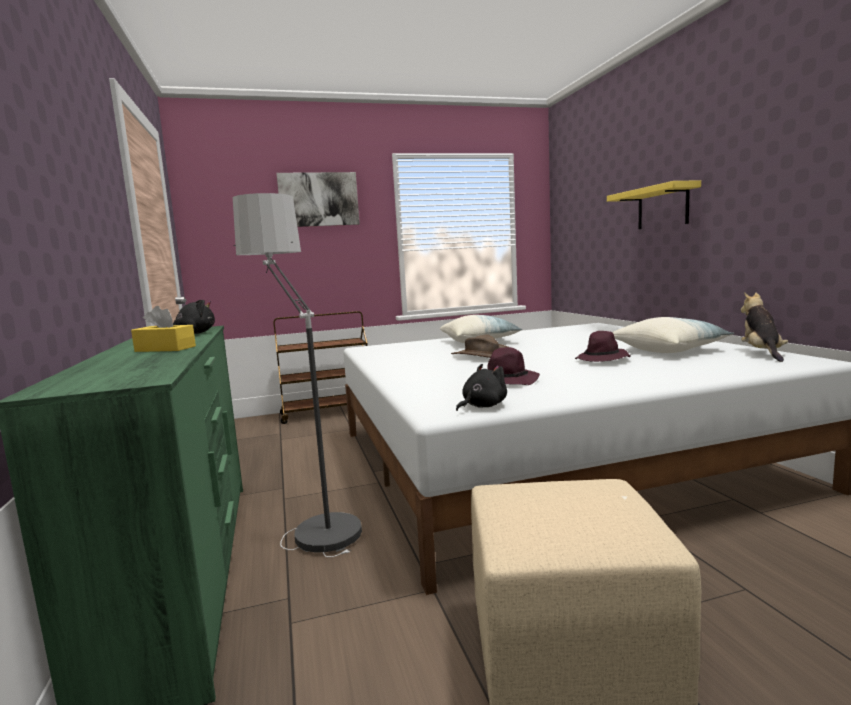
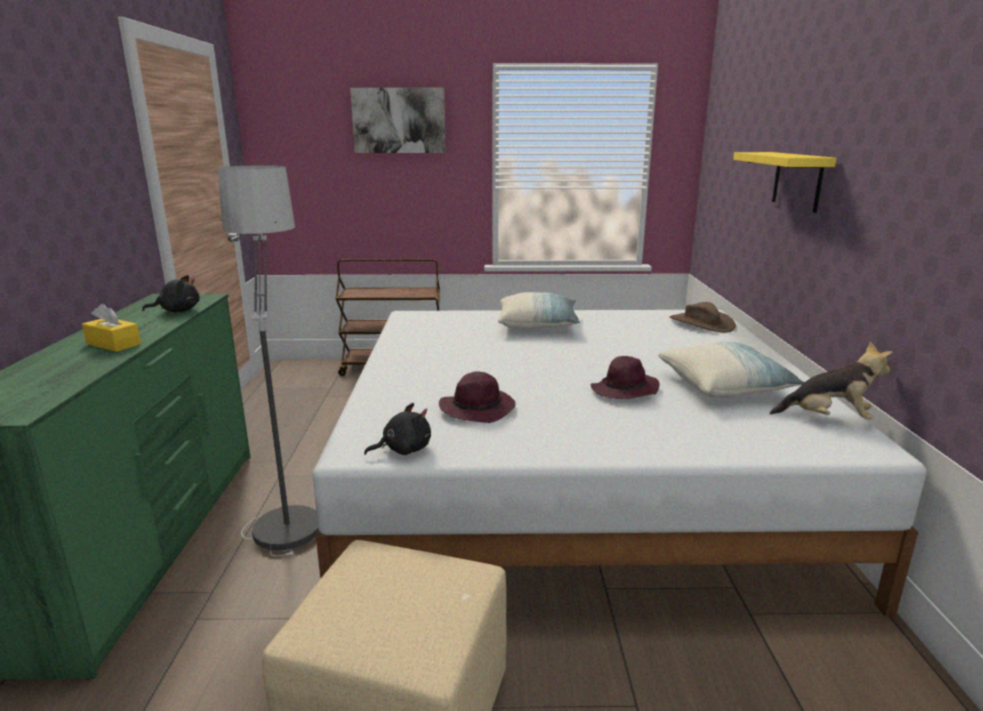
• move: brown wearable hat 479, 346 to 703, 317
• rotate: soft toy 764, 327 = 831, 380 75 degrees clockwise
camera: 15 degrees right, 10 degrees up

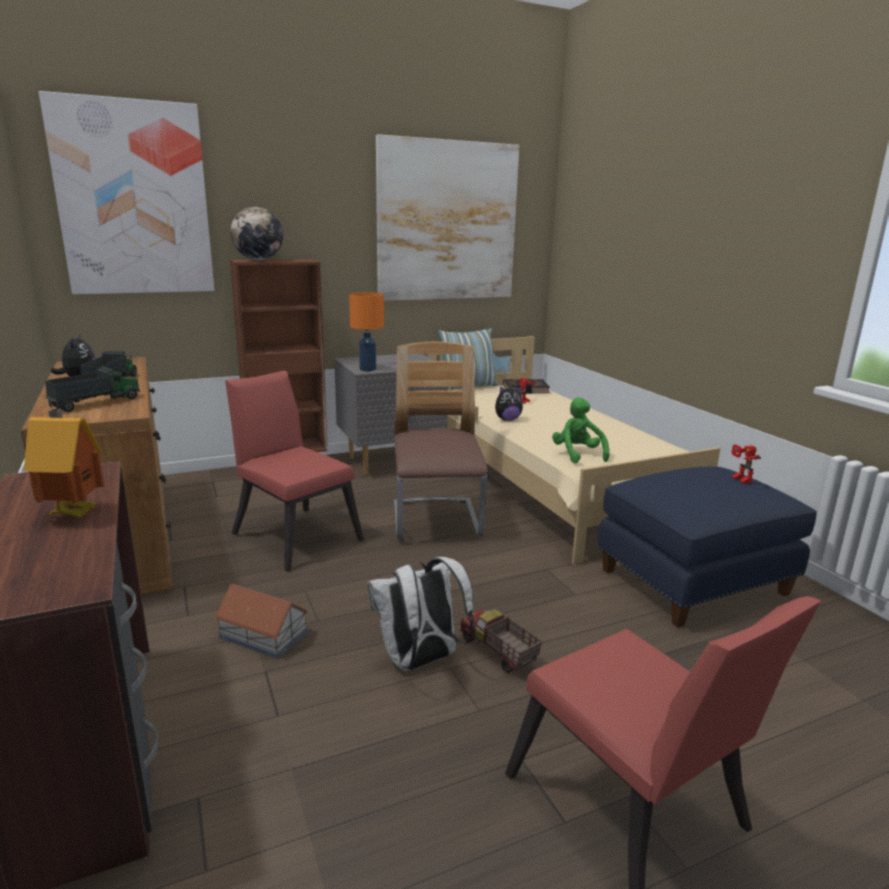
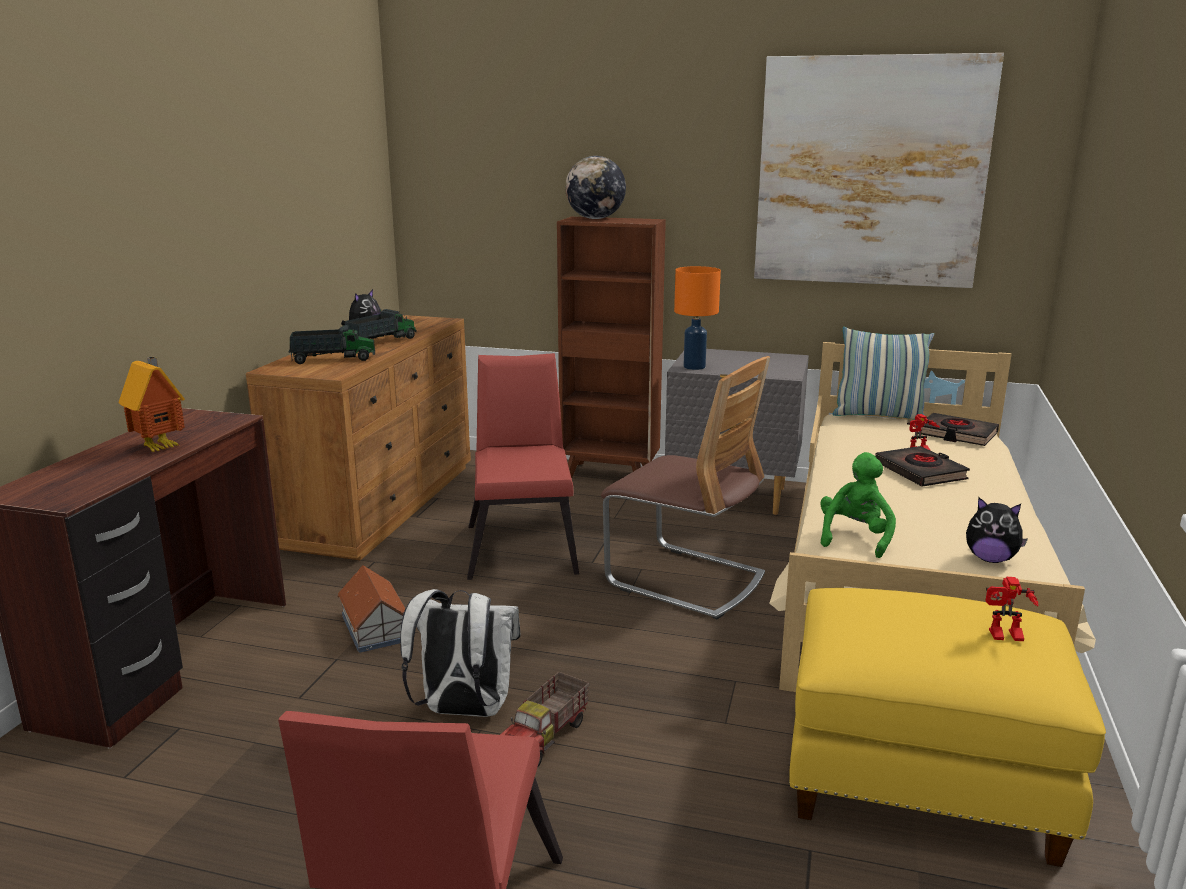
• delete: picture 127, 193
• insert: blackish volume 922, 466
• move: soft toy 509, 403 to 997, 530
• recolor: bluish ottoman 707, 547 to yellowish ottoman 947, 727
• rotate: plain chair 441, 440 = 685, 487 90 degrees clockwise
• rotate: model truck 501, 641 = 544, 720 150 degrees counterclockwise
• rotate: robot figure 746, 463 = 1012, 609 105 degrees counterclockwise
camera: 40 degrees right, 0 degrees up

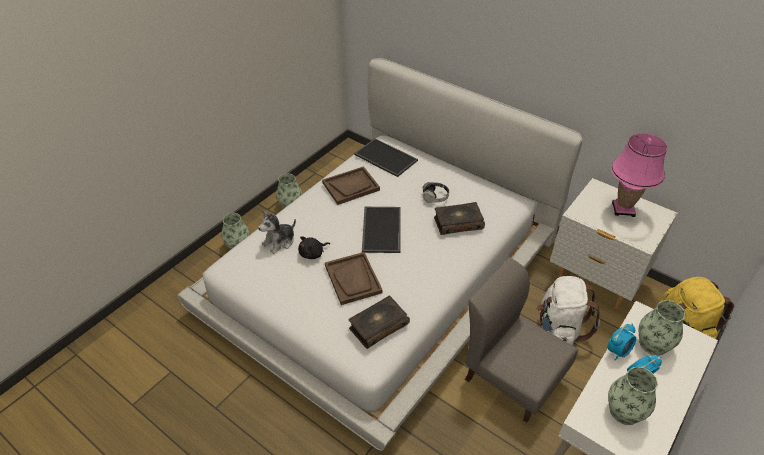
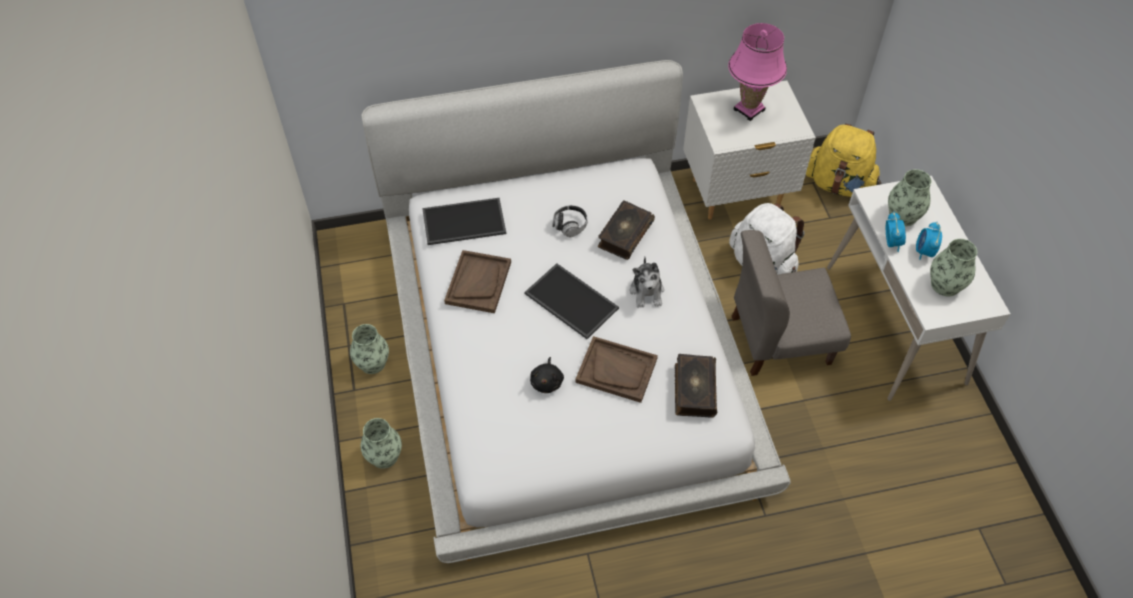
• move: soft toy 277, 232 to 647, 282
camera: 50 degrees left, 10 degrees up

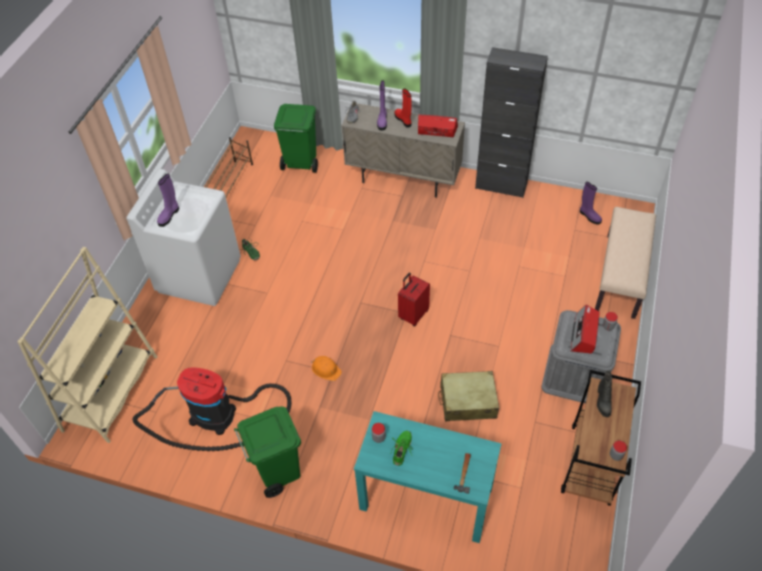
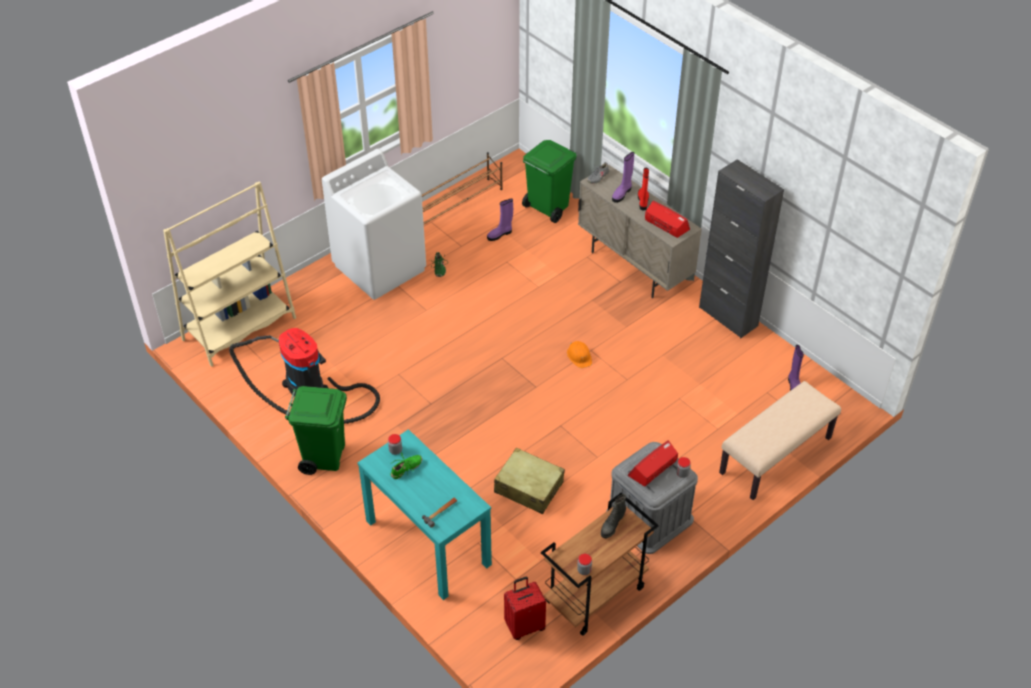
• move: purple tall boot 168, 200 to 500, 220
• move: orange-coloured hard hat 326, 368 to 579, 354
• move: red travel case 414, 299 to 525, 608
camera: 30 degrees right, 5 degrees down

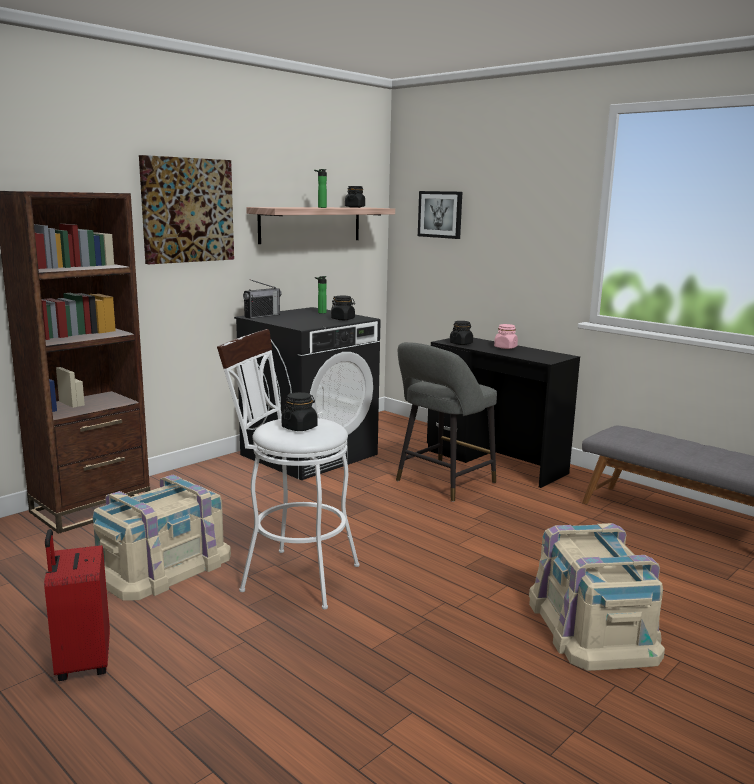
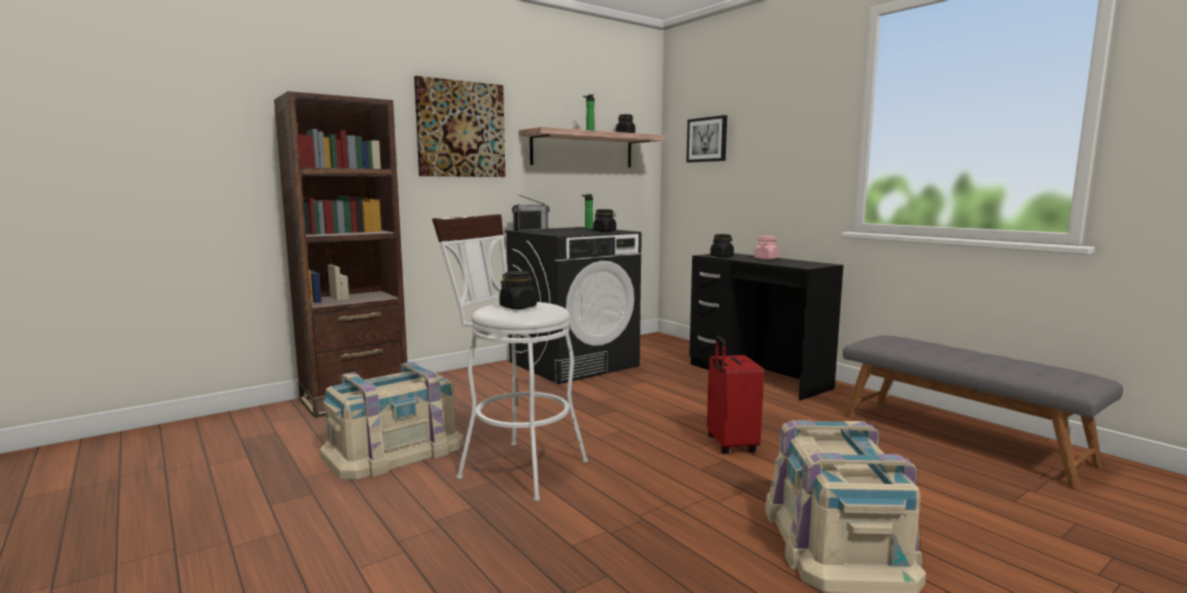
• delete: greyish stool seat 446, 422
• move: red travel case 77, 605 to 735, 395
camera: 10 degrees right, 5 degrees down

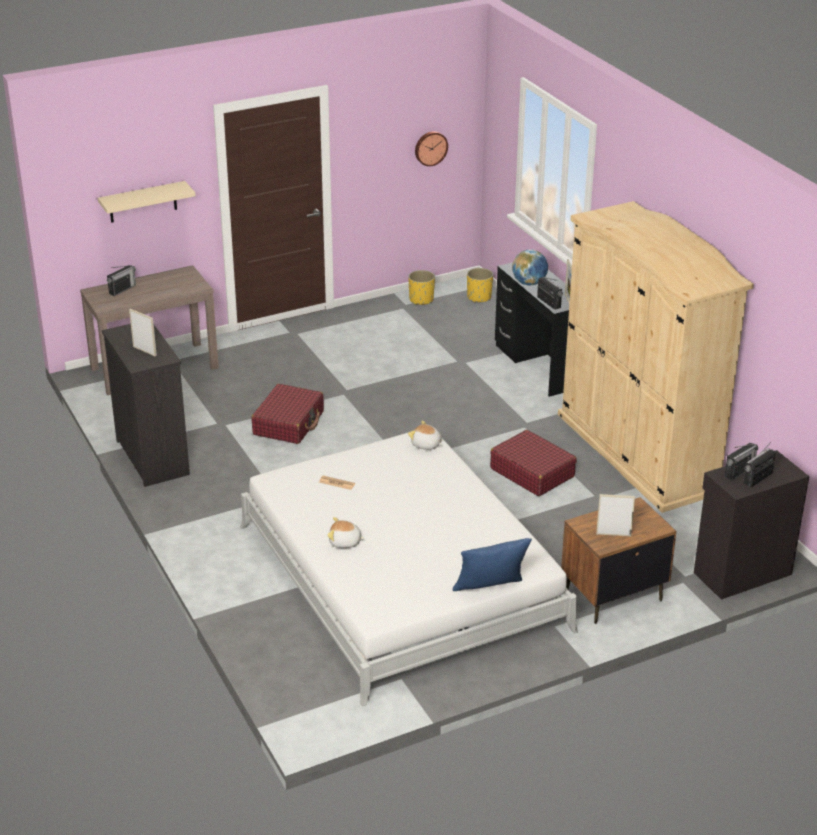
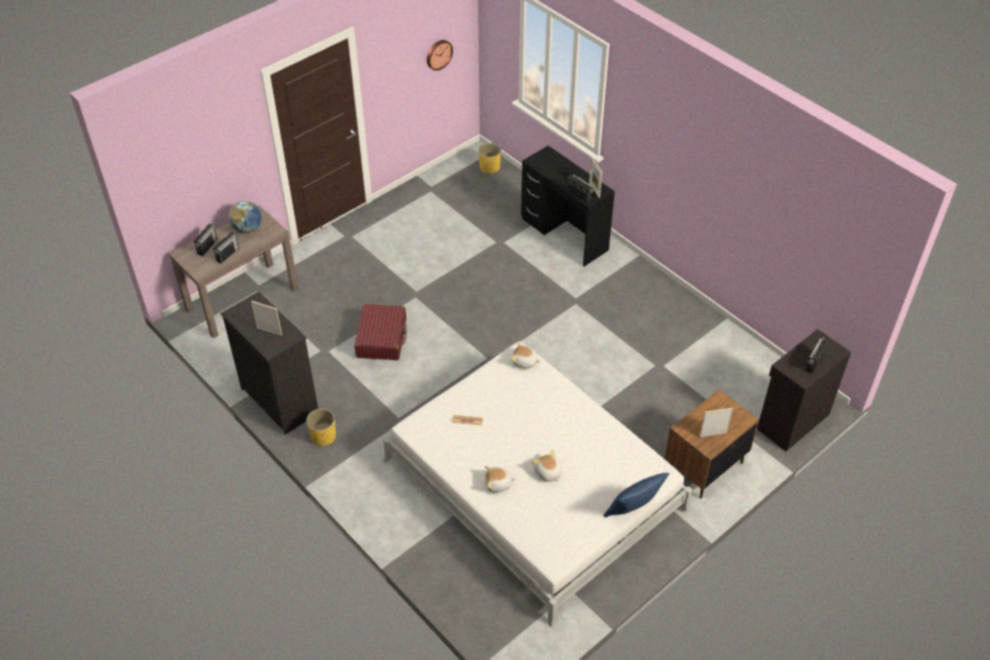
• delete: sand-coloured shelf 146, 202
• delete: red travel case 533, 463
• delete: sand-coloured armoire 656, 357
• insert: soft toy 547, 466
• move: yellowish flower pot 421, 287 to 321, 427
• move: world globe 530, 267 to 245, 217
• move: radio set 741, 462 to 226, 248
camera: 15 degrees left, 15 degrees up

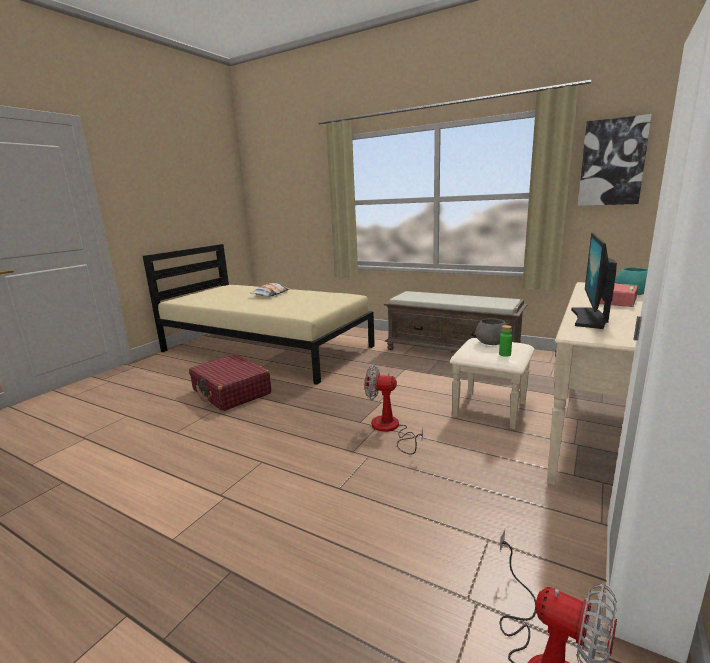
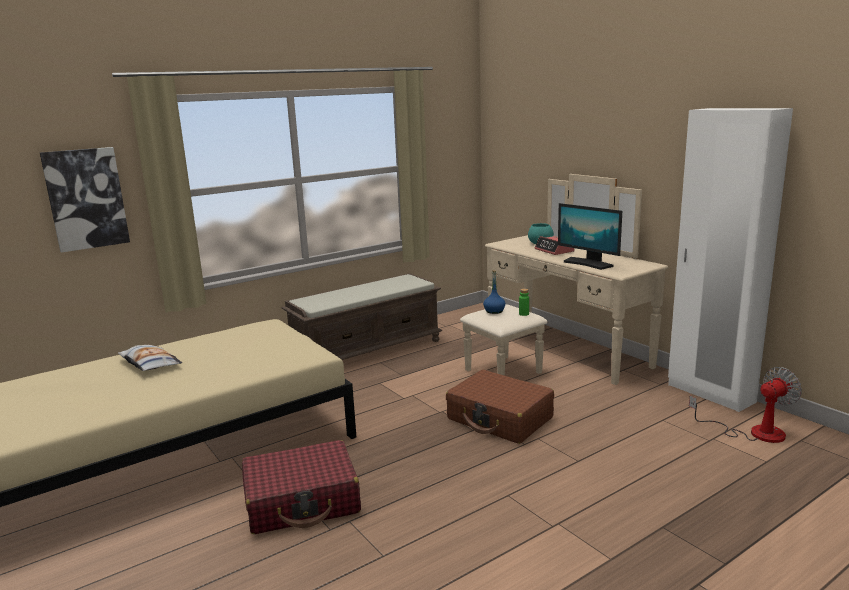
• move: picture 615, 160 to 85, 200
• replace: fan 394, 410 to brown travel case 500, 407
• replace: greyish deep dish 491, 331 to bluish bottle 494, 292
camera: 65 degrees left, 0 degrees up

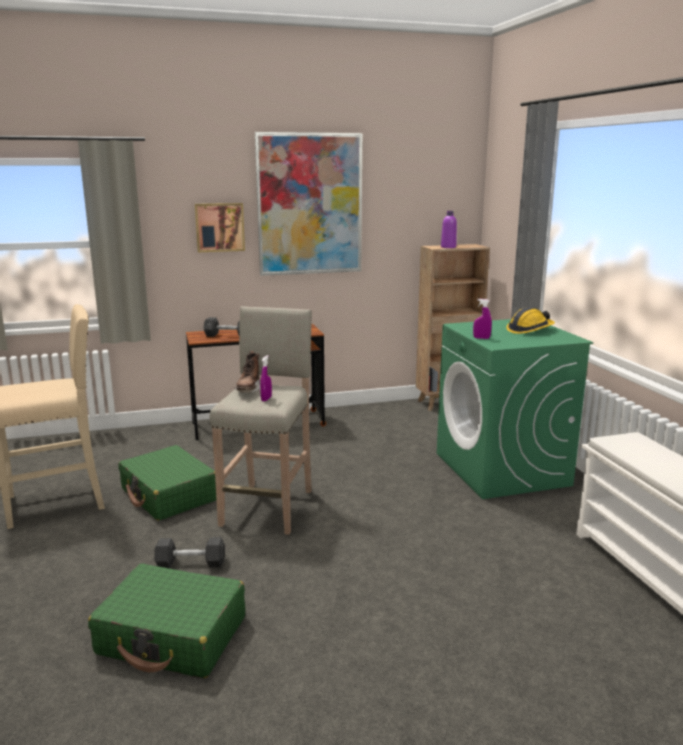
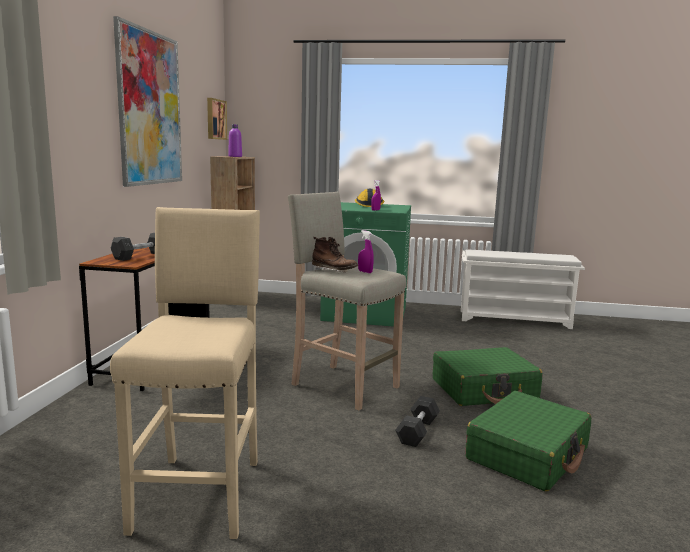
• move: green travel case 167, 483 to 487, 376
• move: picture 220, 227 to 217, 119
camera: 65 degrees left, 5 degrees down

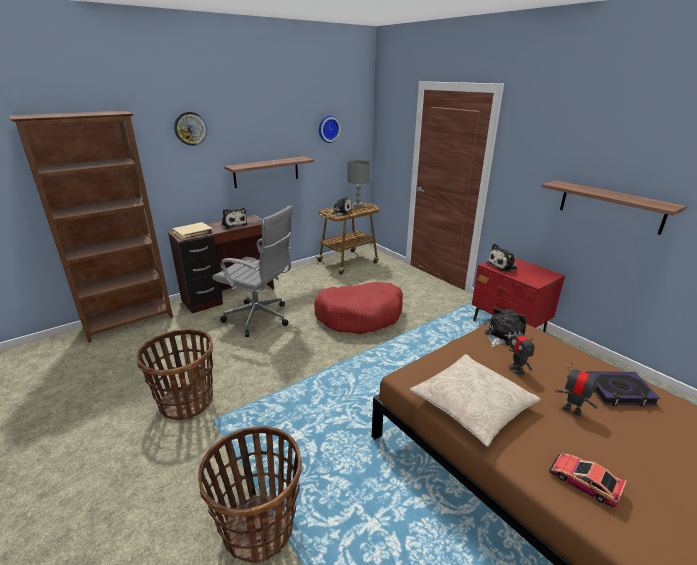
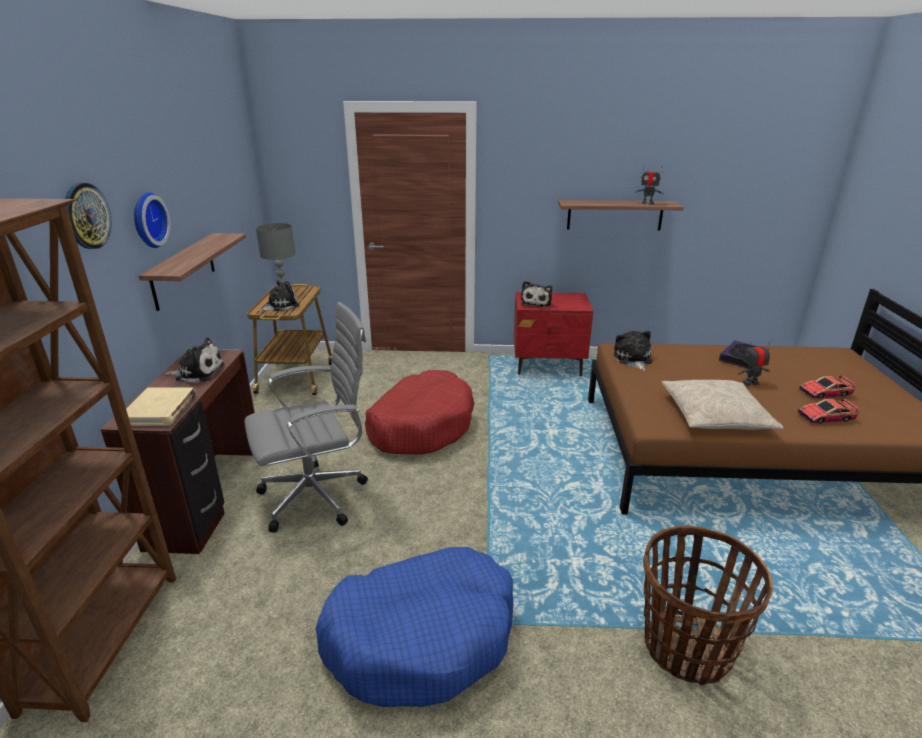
• insert: model car 827, 387
• move: clock on the wall 330, 129 to 152, 220
• move: robot figure 521, 349 to 649, 184
• replace: basket 174, 374 to bluish dog bed 414, 627
camera: 50 degrees left, 0 degrees up

